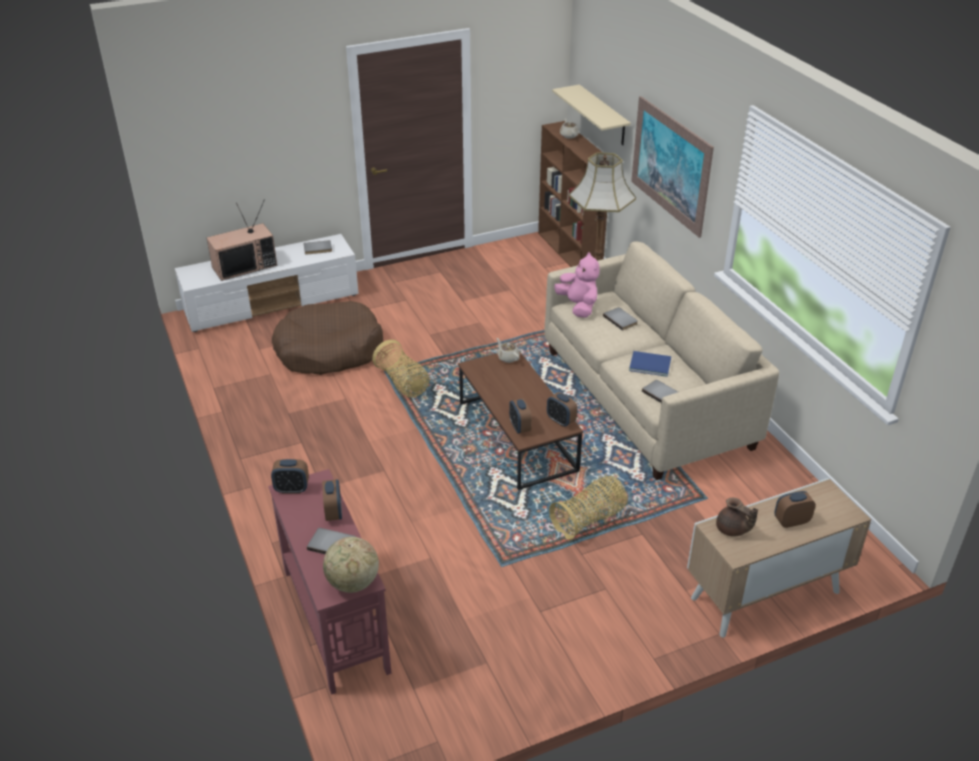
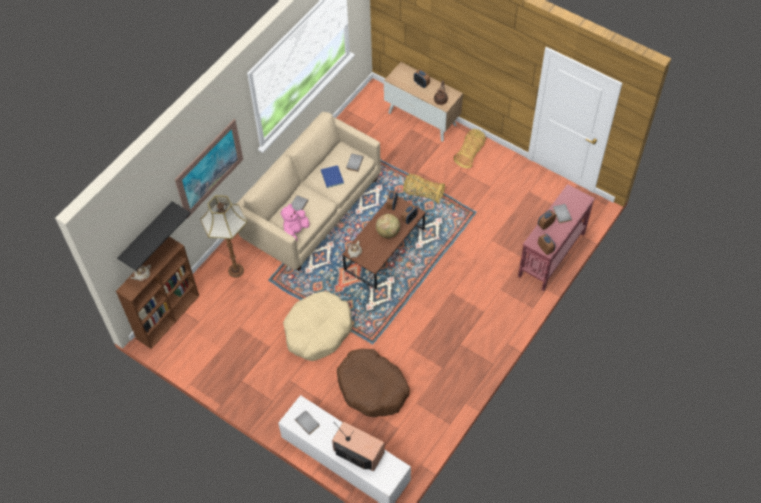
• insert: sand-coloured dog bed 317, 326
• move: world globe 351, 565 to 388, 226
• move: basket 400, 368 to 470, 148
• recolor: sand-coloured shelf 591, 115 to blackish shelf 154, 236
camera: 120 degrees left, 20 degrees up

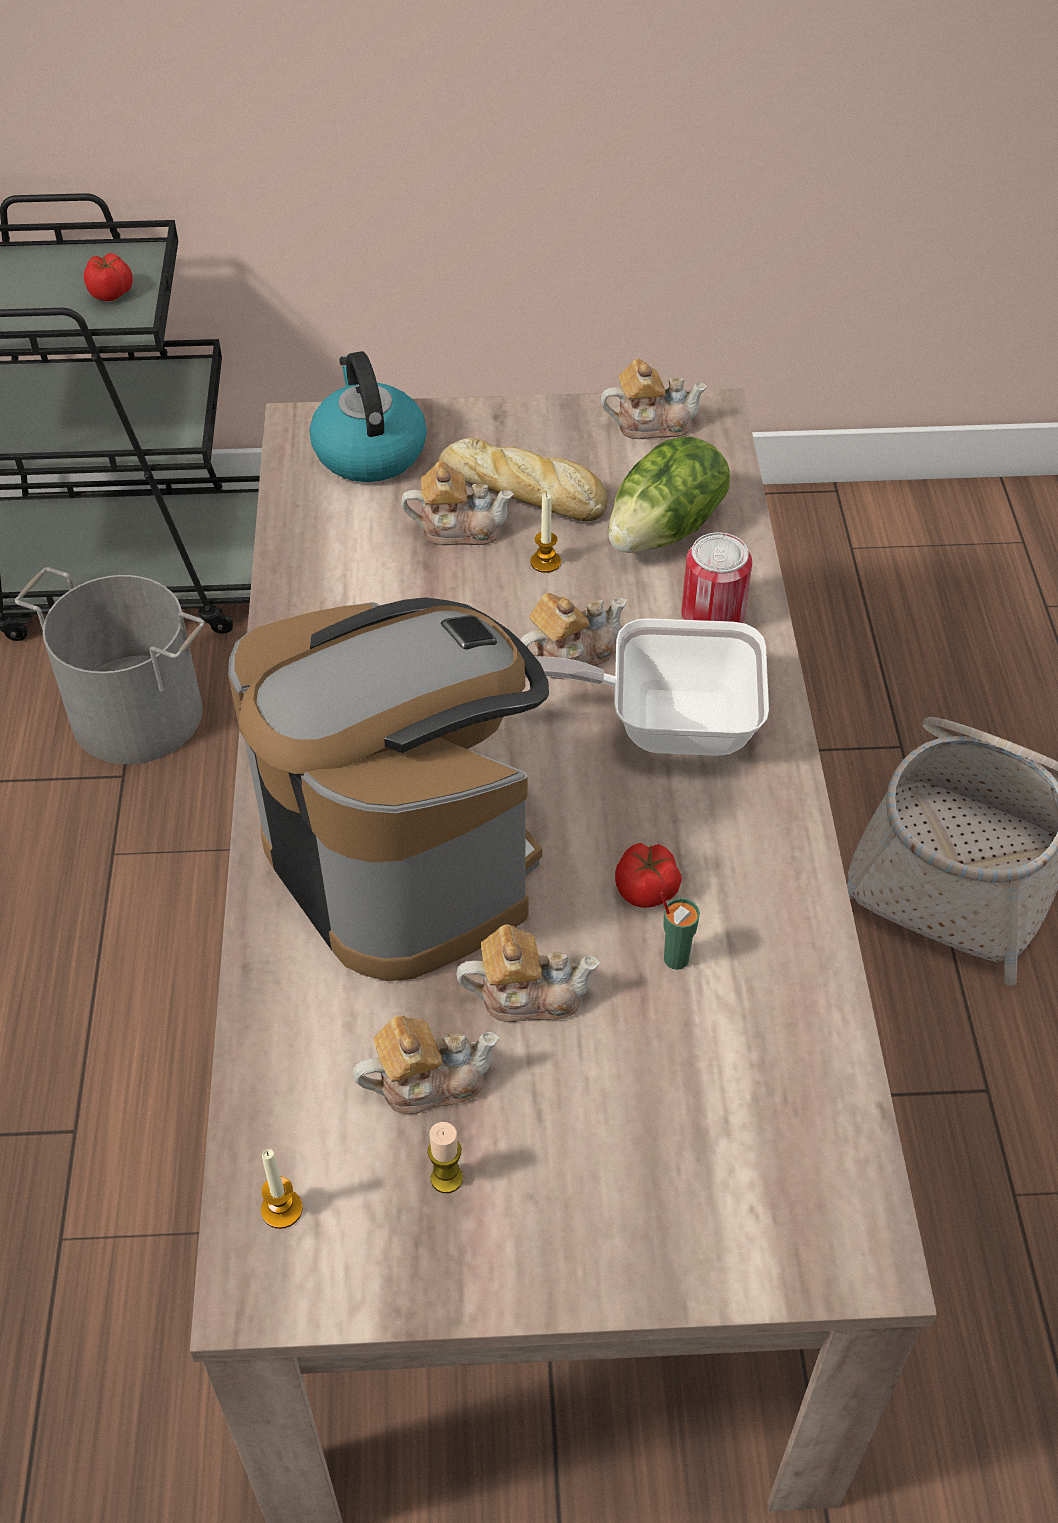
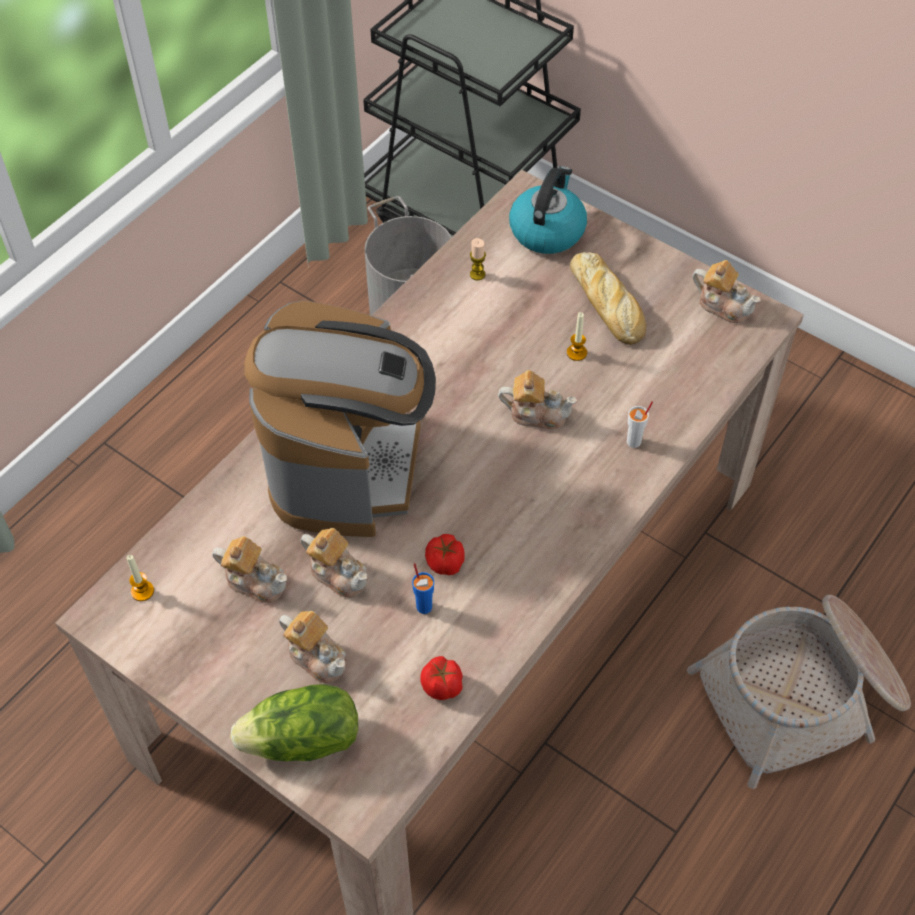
• delete: skillet 647, 687
• move: tomato 108, 277 to 441, 678
• move: tea pot 457, 503 to 312, 647
• move: wax candle 445, 1157 to 478, 259
• move: lettuce head 669, 495 to 294, 722
• replace: sealed can 716, 577 to white-coloured drinking cup 640, 424
• recolor: green drinking cup 680, 931 to bluish drinking cup 423, 588
camera: 40 degrees right, 5 degrees up

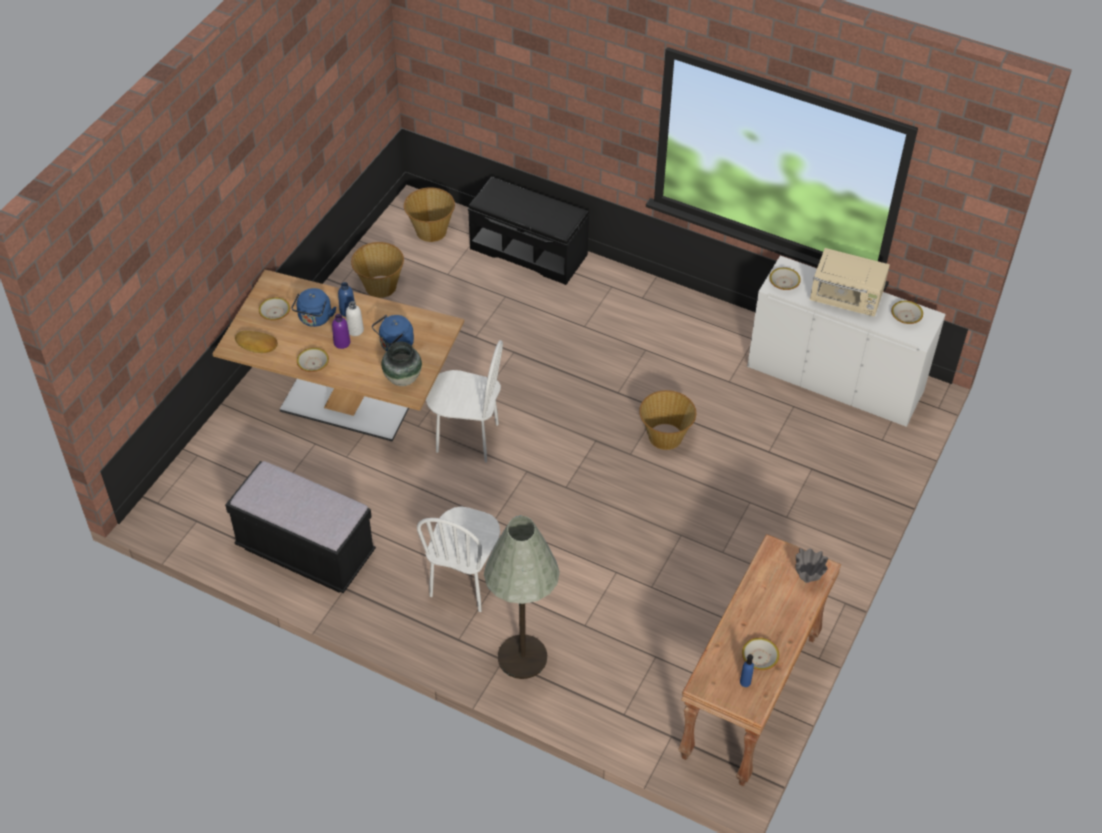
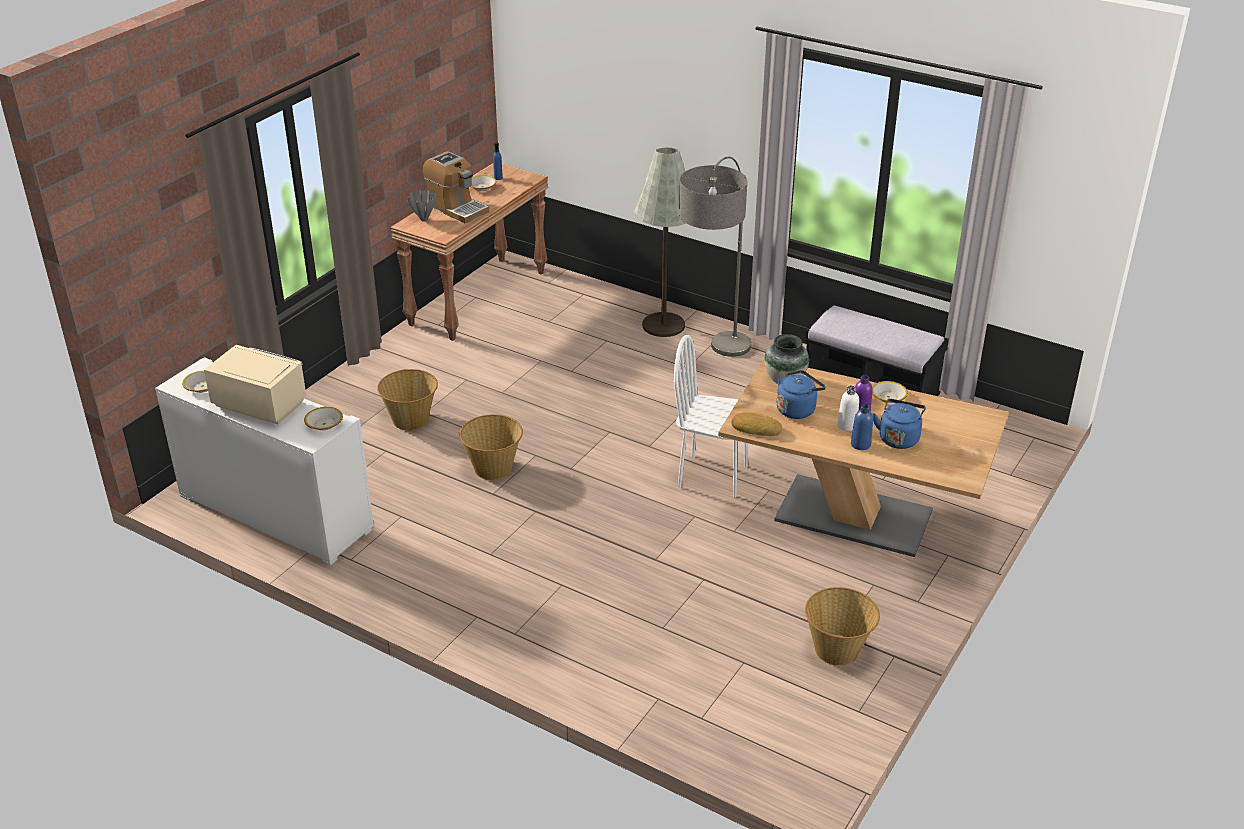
• delete: deep dish 274, 308
• delete: blackish indoor bench 528, 231
• insert: coffee machine 455, 187
• move: bread 256, 342 to 757, 424
• move: basket 429, 214 to 407, 399
• replace: white-coloured plain chair 458, 559 to standing lamp 715, 257
camera: 175 degrees left, 15 degrees down

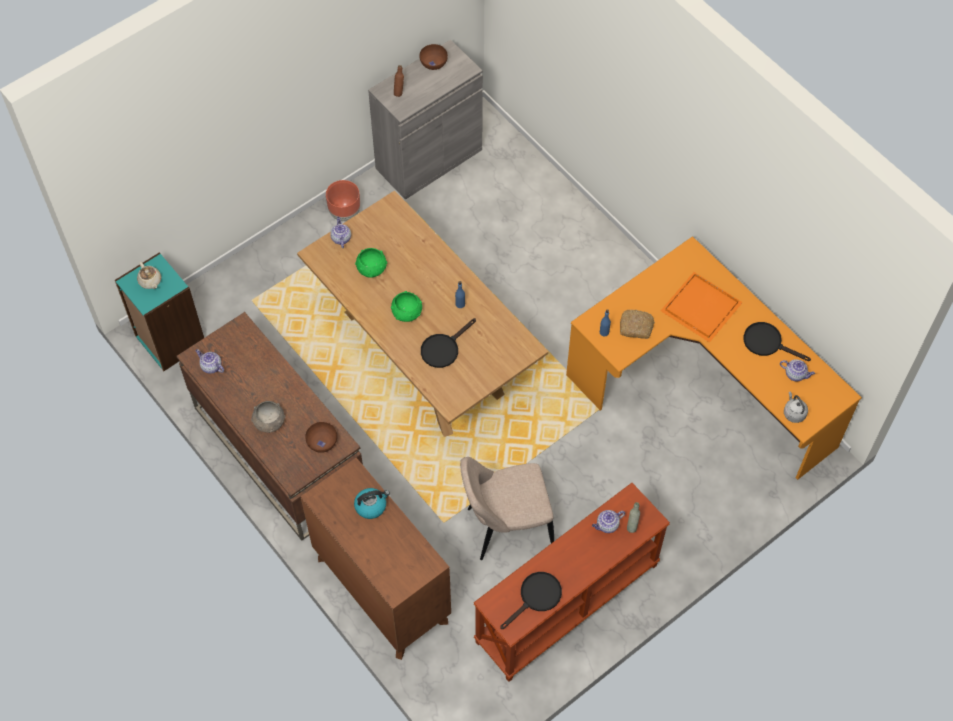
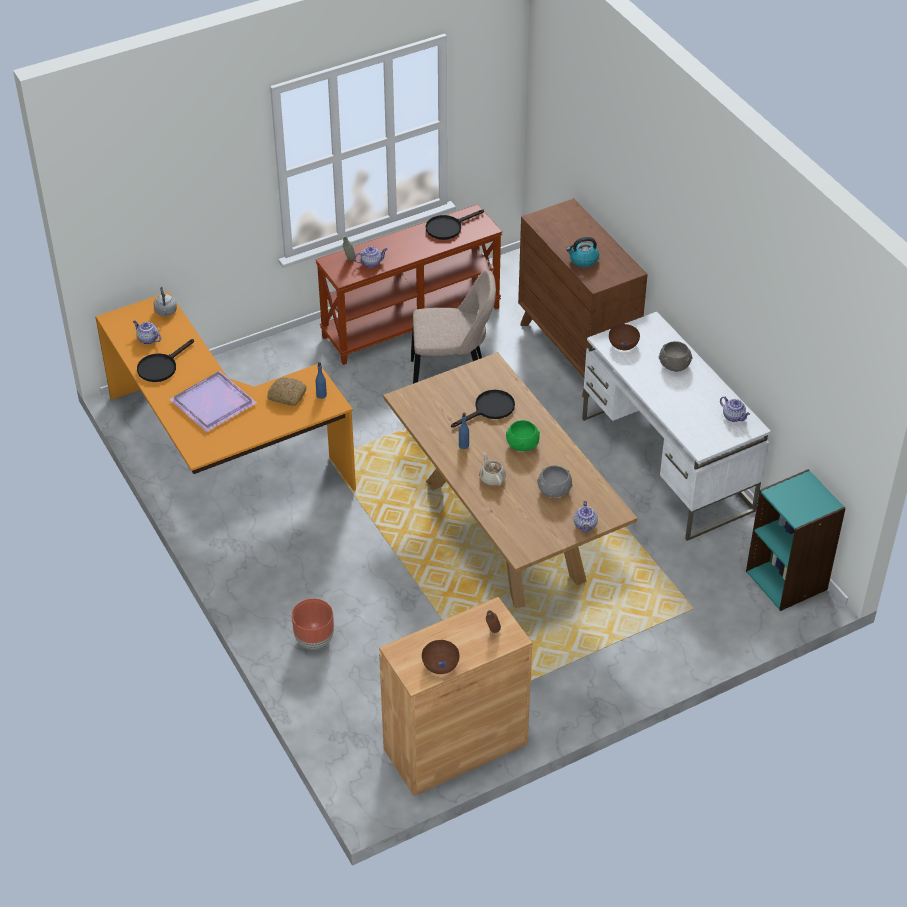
• move: sand-coloured tea pot 149, 275 to 492, 469
• move: brown flower pot 343, 200 to 313, 623
• recolor: brown desk unit 270, 426 to white-coloured desk unit 676, 426
• recolor: green deep dish 371, 263 to greyish deep dish 555, 482
• recolor: greyish cupboard 425, 120 to brown cupboard 455, 696
• recolor: orange-coloured serving tray 702, 307 to purple serving tray 213, 401
• rotate: blackish skillet 777, 341 = 165, 360 90 degrees clockwise
camera: 170 degrees left, 15 degrees down

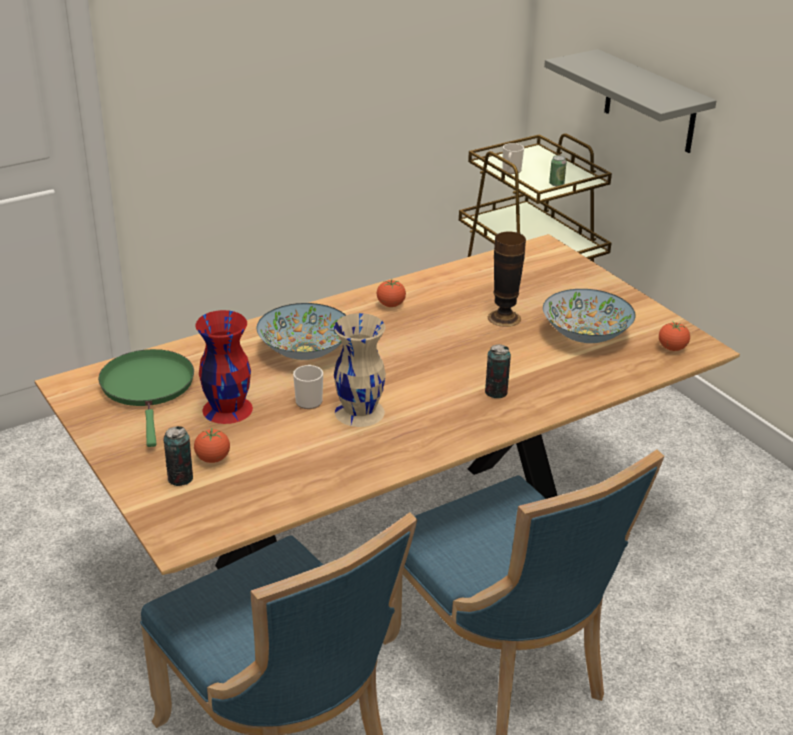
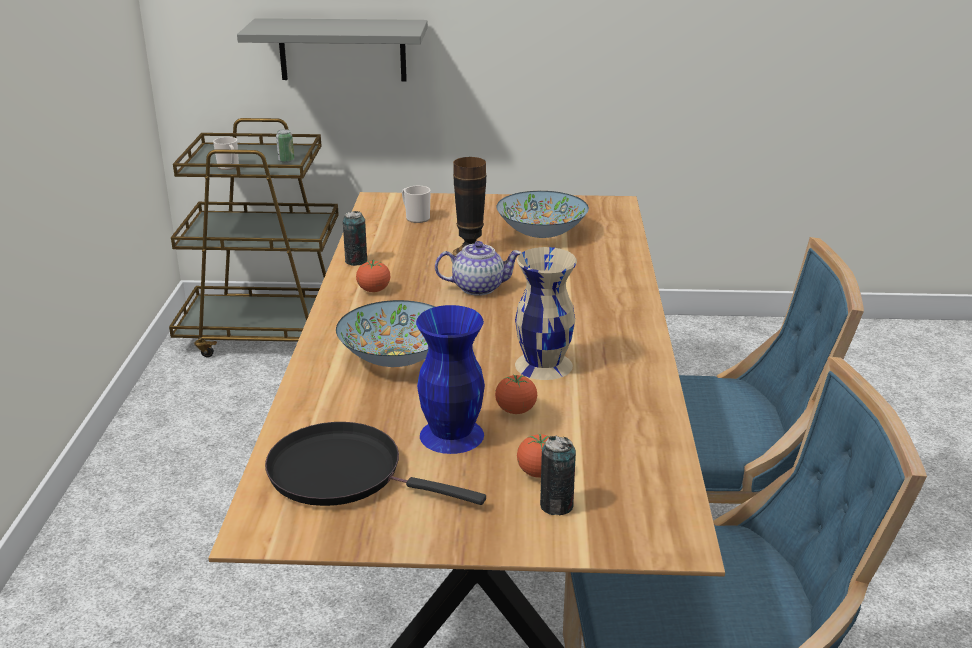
• insert: tea pot 478, 268
• move: tea mug 308, 387 to 416, 204
• move: sealed can 498, 371 to 355, 238
• move: tomato 674, 336 to 516, 394
• recolor: green skillet 146, 398 to blackish skillet 375, 464
• recolor: red decorative vase 224, 367 to bluish decorative vase 450, 379
camera: 55 degrees left, 5 degrees down

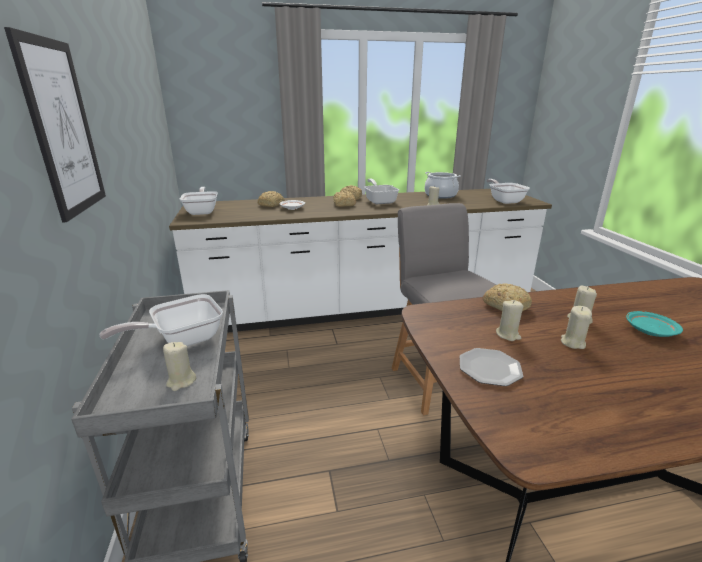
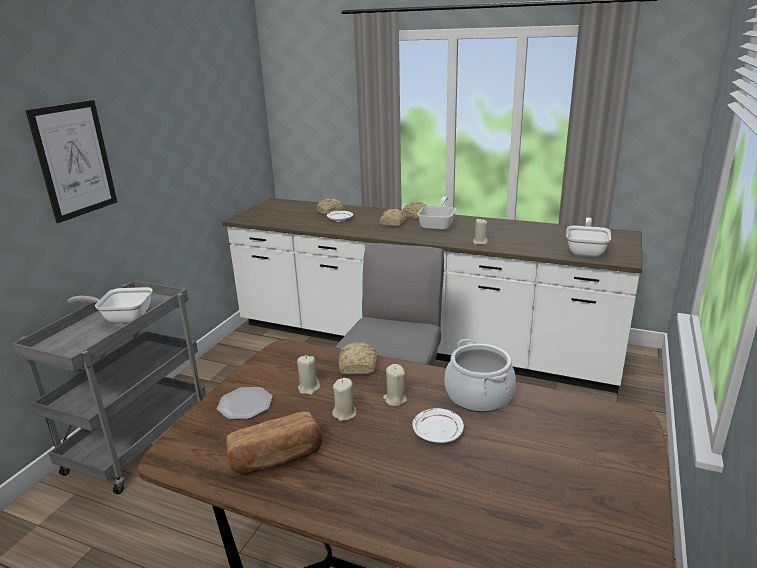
• delete: sand-coloured wax candle 179, 366
• delete: skillet 199, 201
• insert: bread 274, 443
• move: saucepot 443, 185 to 480, 375
• recolor: turquoise-coloured plate 654, 324 to white-coloured plate 438, 425
camera: 35 degrees right, 0 degrees up

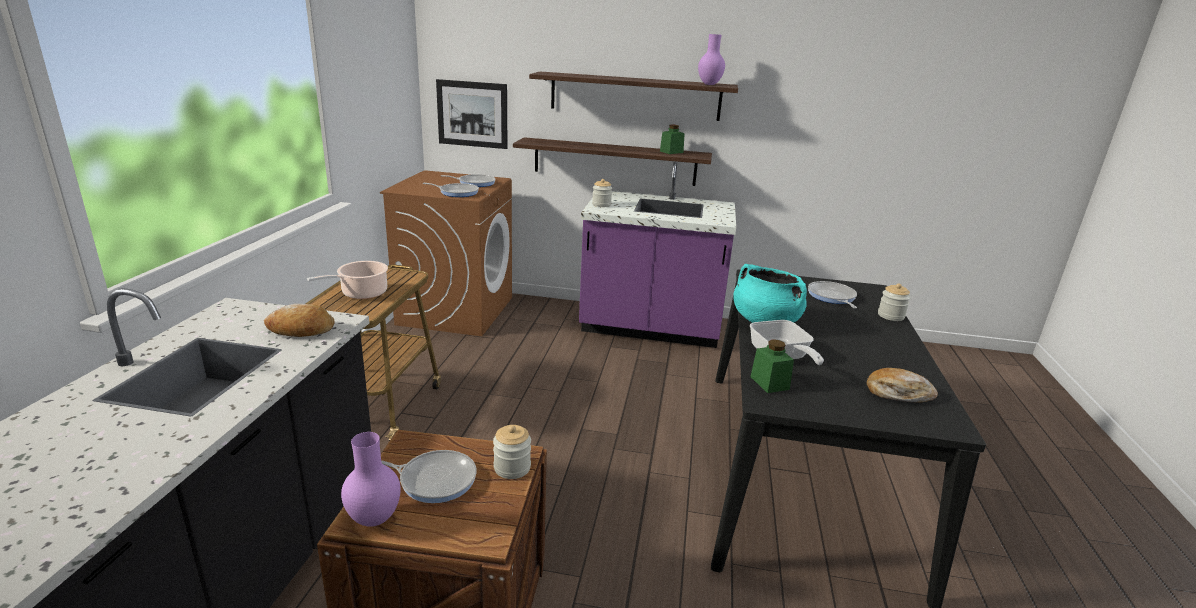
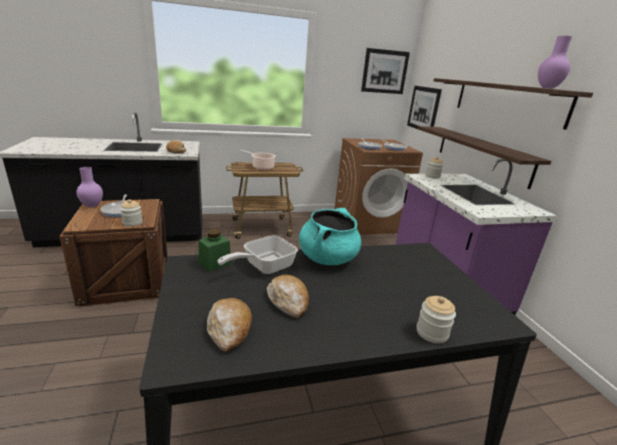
• delete: green storage jar 672, 139
• delete: skillet 832, 295
• insert: bread 288, 296
• insert: picture 385, 71
camera: 65 degrees right, 0 degrees up

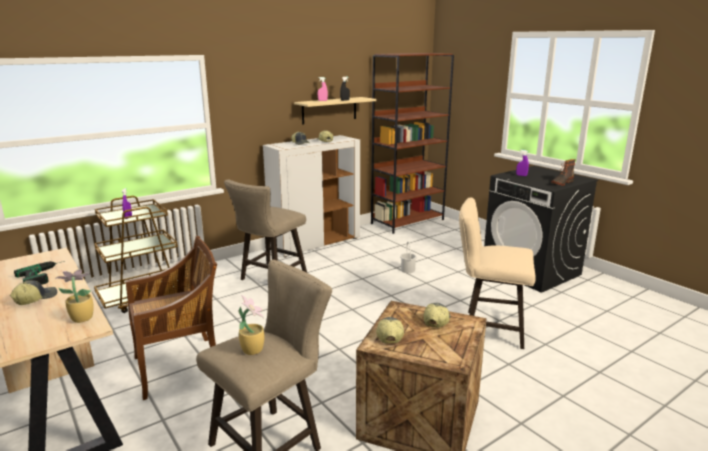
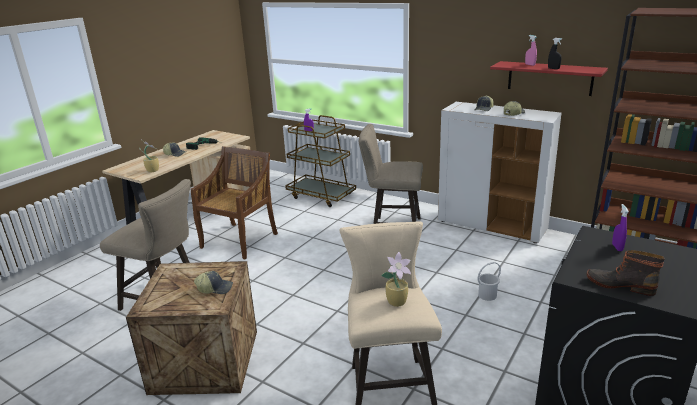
• delete: peaked cap 390, 330
• move: potted plant 251, 325 to 396, 279
• recolor: sand-coloured shelf 335, 111 to red shelf 549, 78
• rotate: brown plain chair 171, 318 = 234, 202 105 degrees counterclockwise
camera: 70 degrees right, 5 degrees up

